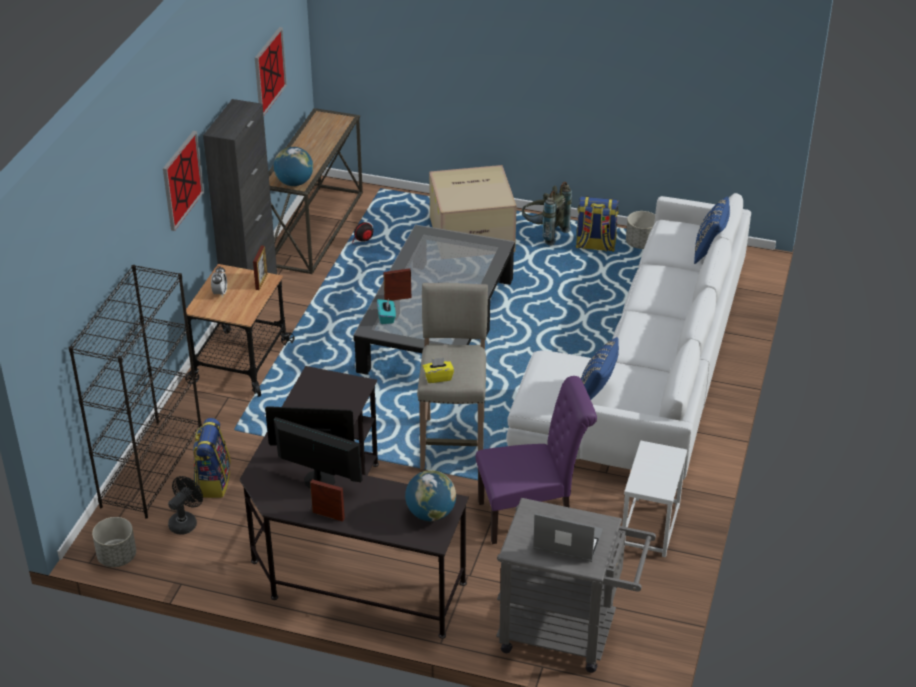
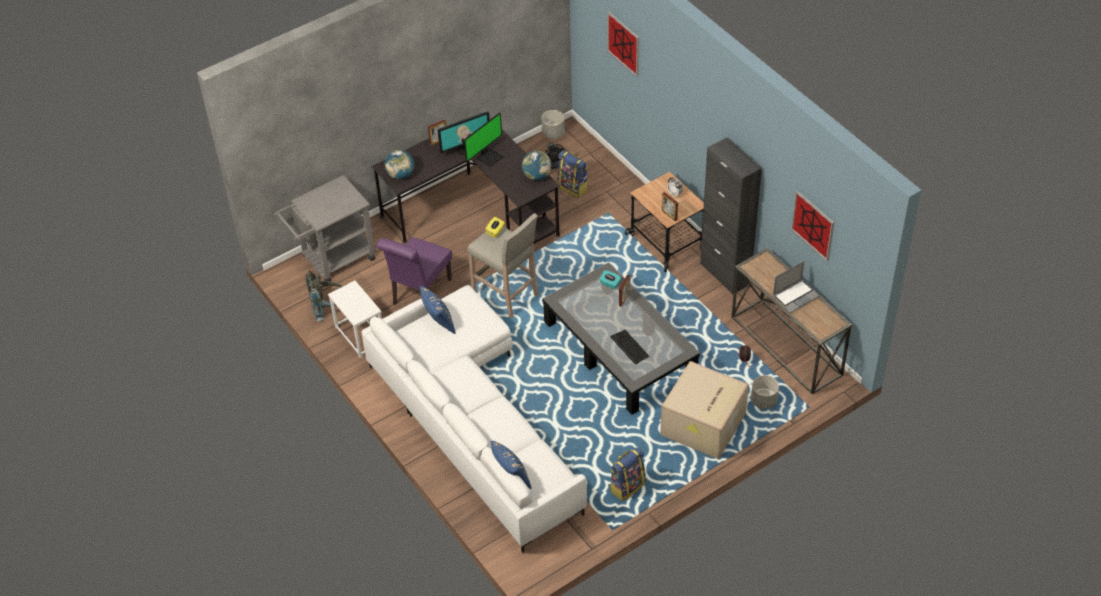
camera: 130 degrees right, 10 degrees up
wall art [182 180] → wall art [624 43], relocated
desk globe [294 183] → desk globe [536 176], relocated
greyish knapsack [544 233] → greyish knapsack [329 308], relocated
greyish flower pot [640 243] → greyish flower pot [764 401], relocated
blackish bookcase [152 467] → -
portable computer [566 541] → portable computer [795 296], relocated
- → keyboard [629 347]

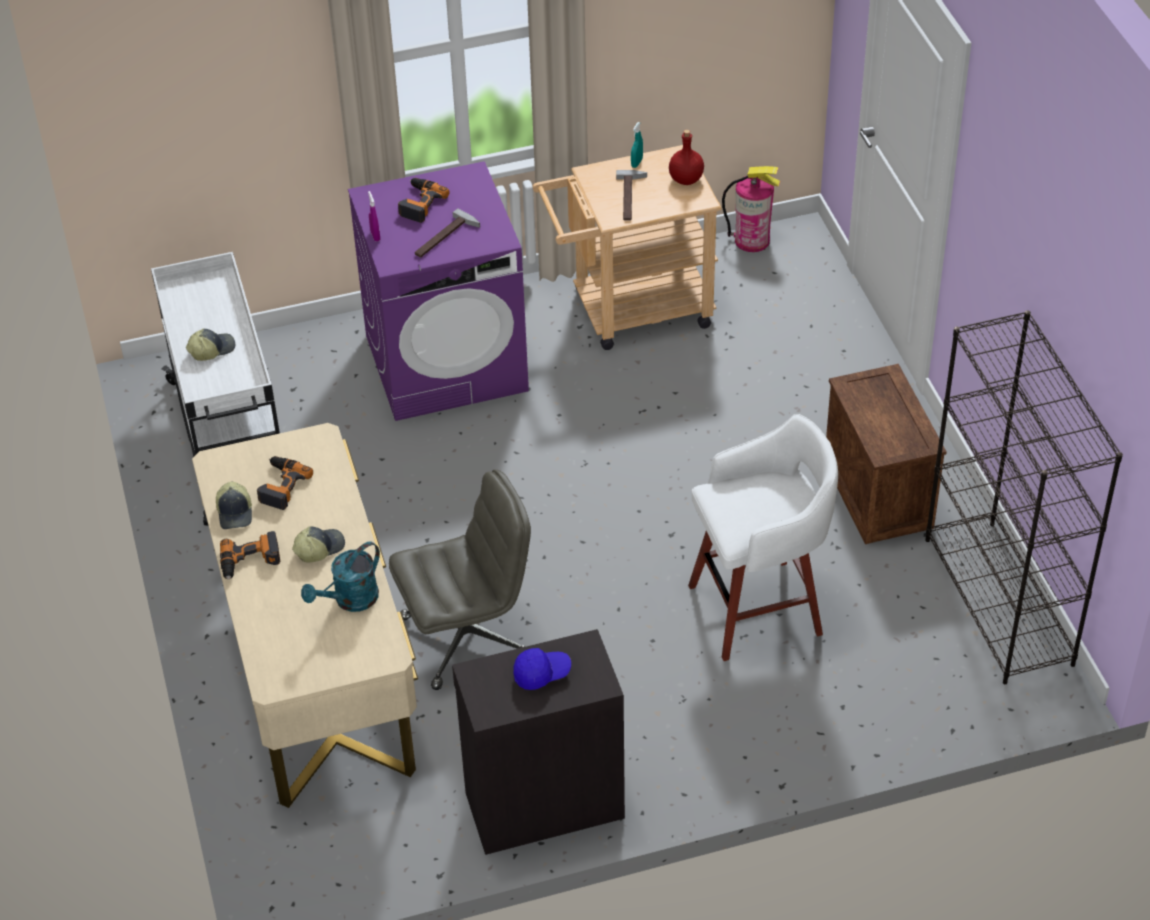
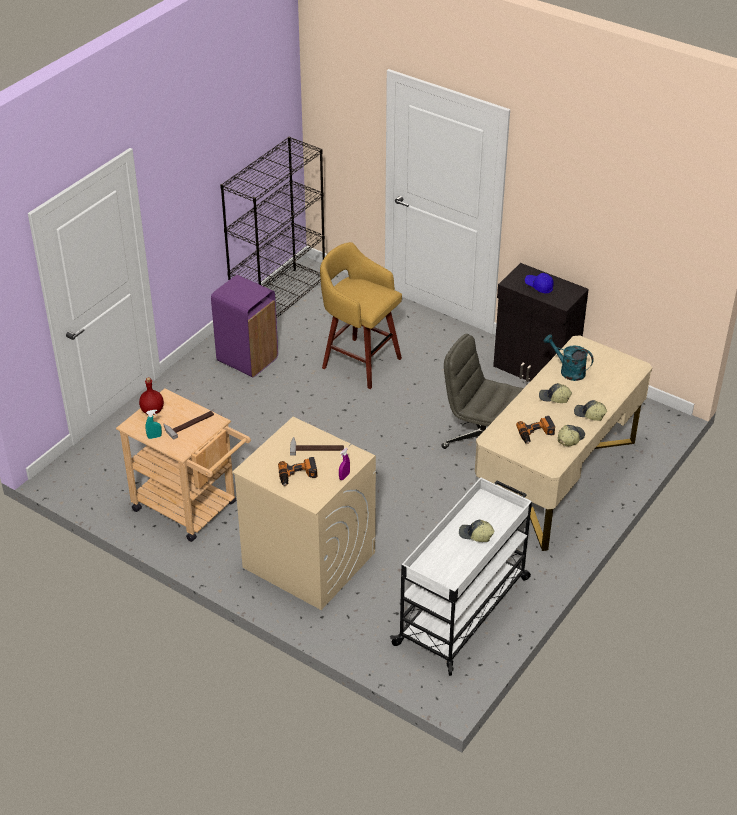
camera: 130 degrees left, 5 degrees down
purple-coloured washing machine [447 362] → sand-coloured washing machine [308 559]
fire-fighting cylinder [752 240] → -
shipping crate [879 495] → purple-coloured trash can [247 359]
whitish sitting stool [760 609] → yellow sitting stool [359 362]
drill [250 561] → peaked cap [589 414]
turquoise-coloured sprinkling can [350 601] → turquoise-coloured sprinkling can [568 371], 150 degrees counterclockwise

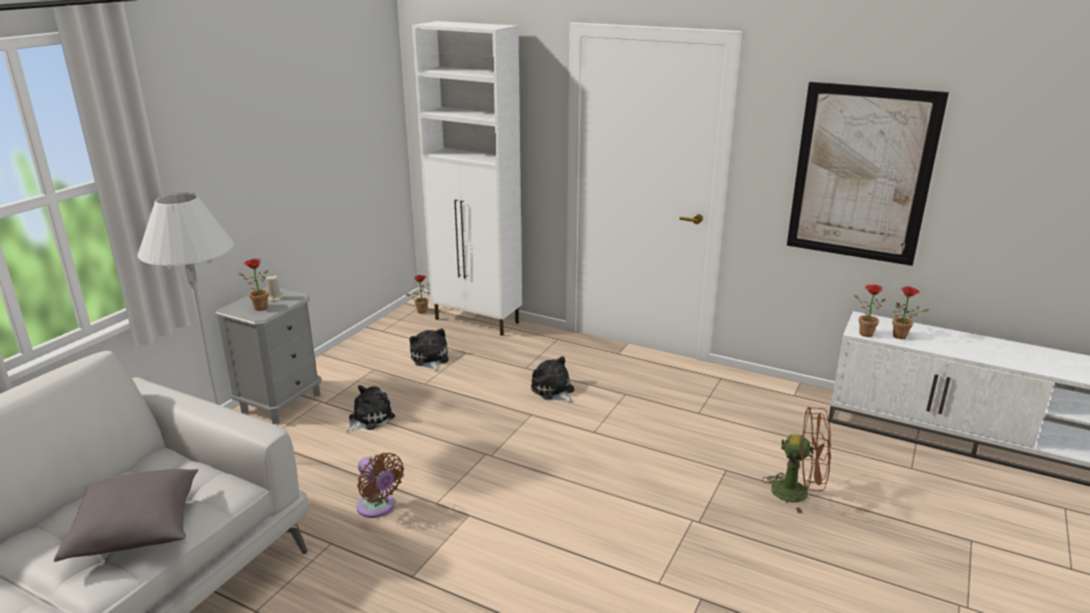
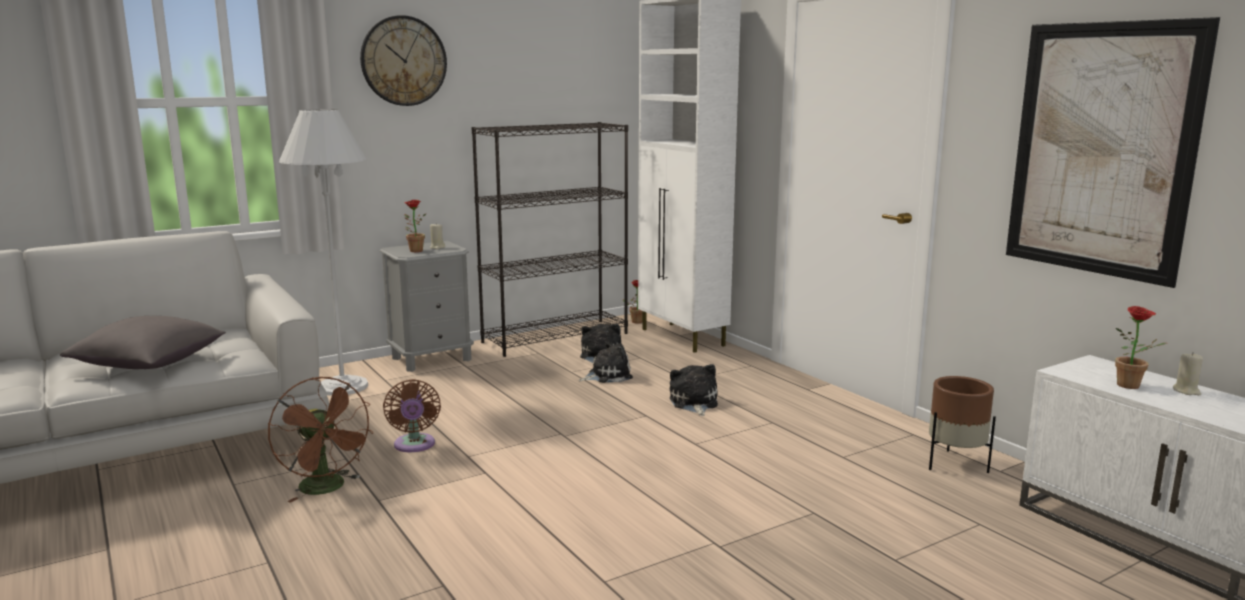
camera: 30 degrees right, 10 degrees down
plant in a pot [863 333] → -
cuddly toy [369 419] → cuddly toy [607 375], relocated
brownish fan [798 493] → brownish fan [327 489], relocated
- → wall clock [403 61]
- → blackish bookcase [556 337]
- → sand-coloured wax light [1186 391]
- → brownish flower pot [955 464]

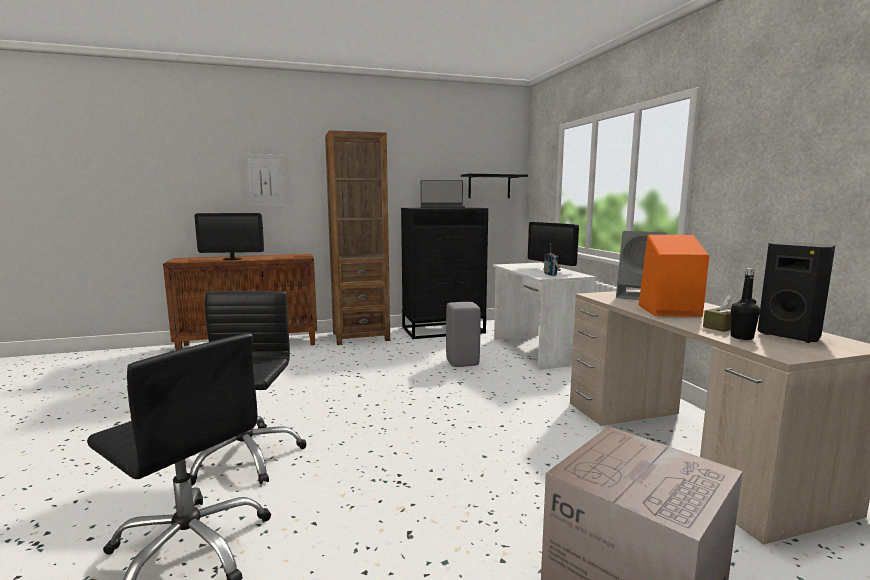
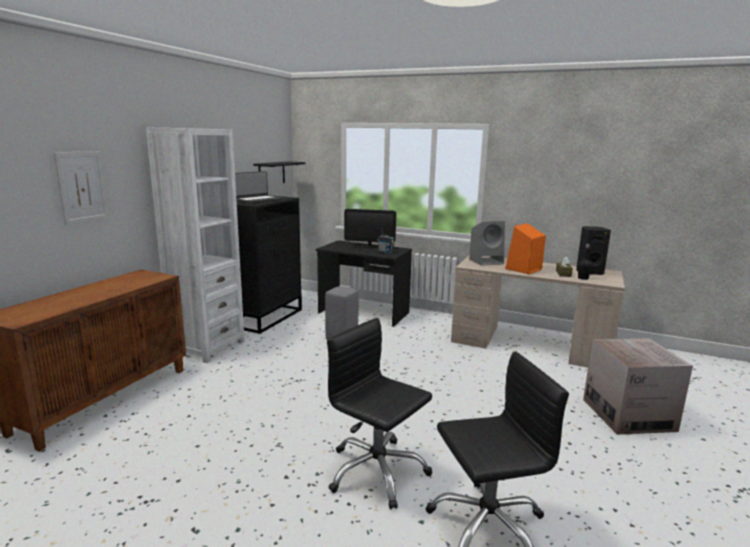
camera: 50 degrees left, 5 degrees up
brownish bookcase [361 336] → whitish bookcase [207 347]
computer screen [232 259] → -
whitish desk table [537 350] → blackish desk table [363 313]

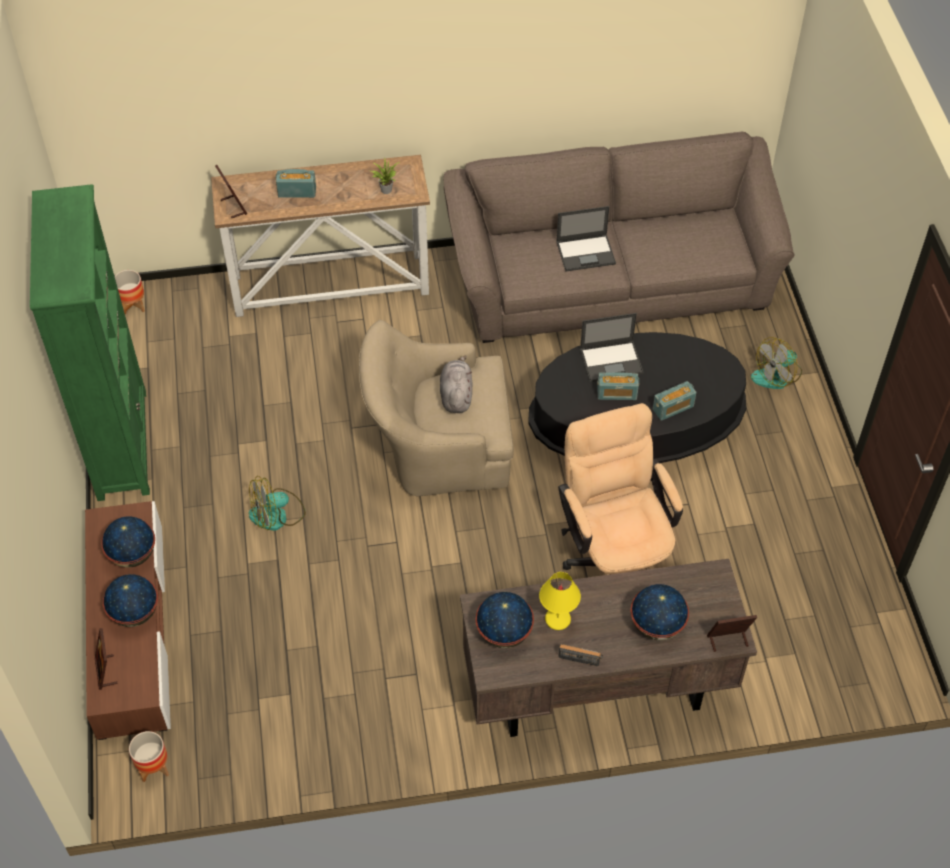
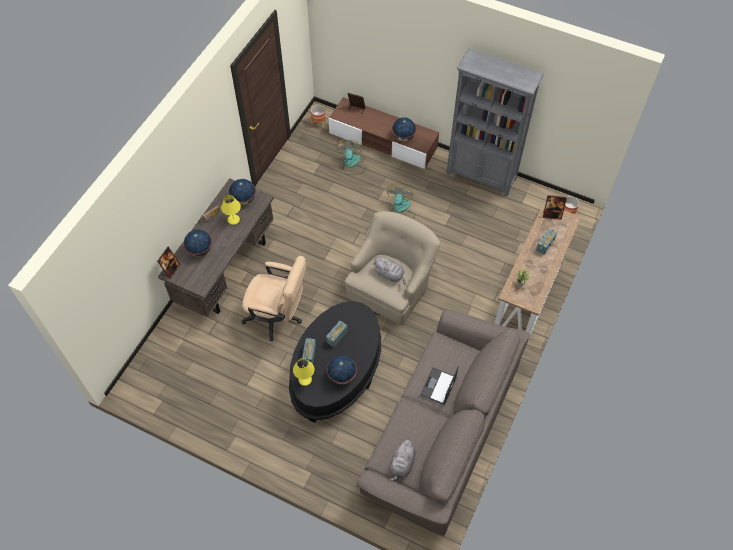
camera: 125 degrees right, 5 degrees up
green bookcase [122 443] → greyish bookcase [481 176]
portable computer [612 361] → -
fan [777 375] → fan [351 164], relocated
desk globe [135 613] → desk globe [342 376], relocated
- → yellow table lamp [304 379]
- → greyish cuddly toy [402 464]

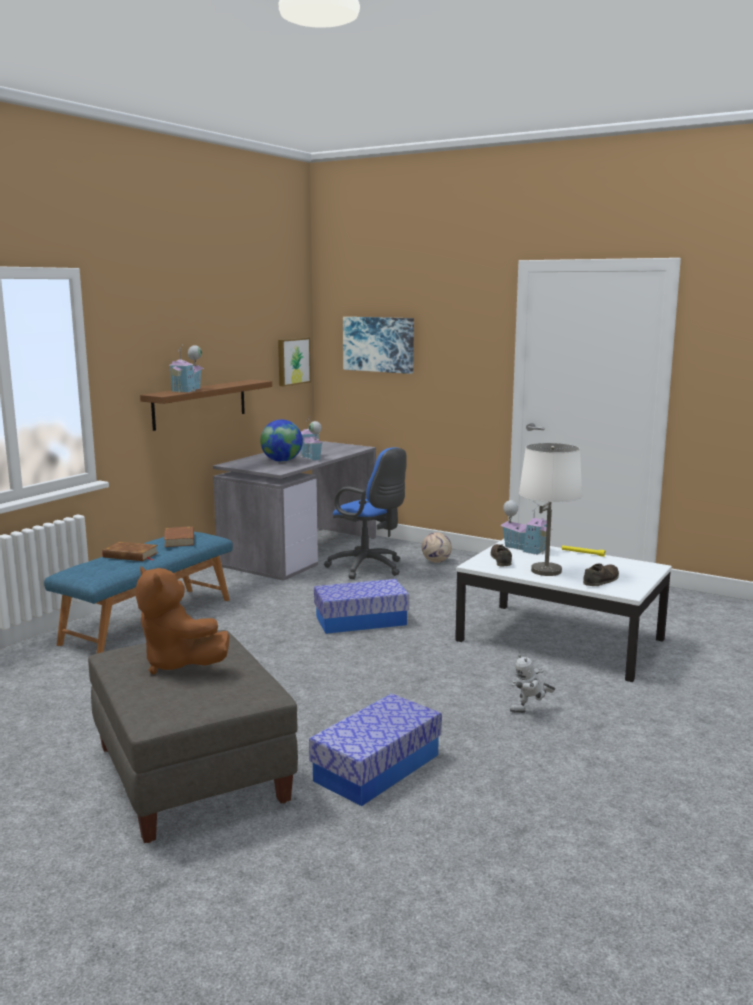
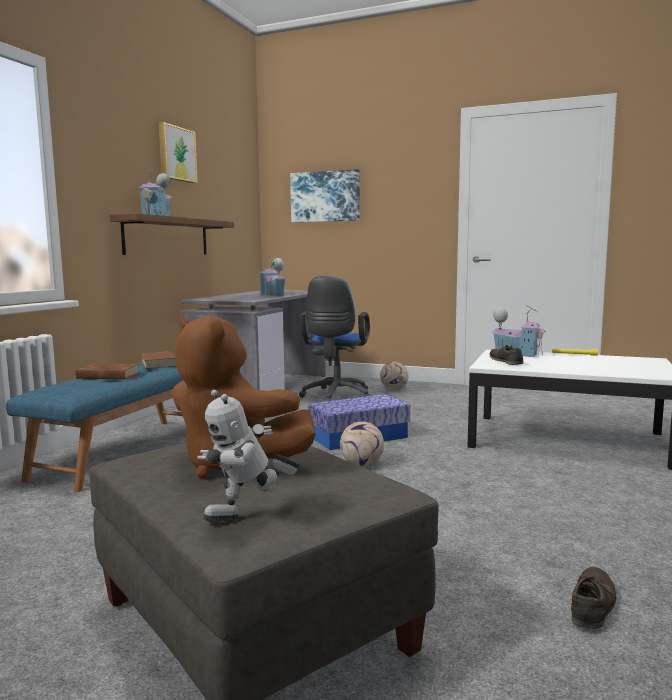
camera: 10 degrees left, 5 degrees down
wall art [292 361] → wall art [176 154], relocated
desk globe [282 461] → -
whitish table lamp [546 571] → -
bluish office chair [369 568] → bluish office chair [335 397], 75 degrees clockwise
brownish item of footwear [601 580] → brownish item of footwear [591 604], relocated
toy robot [530 712] → toy robot [248 517], relocated
storage bin [377 768] → -
- → football ball [361 464]

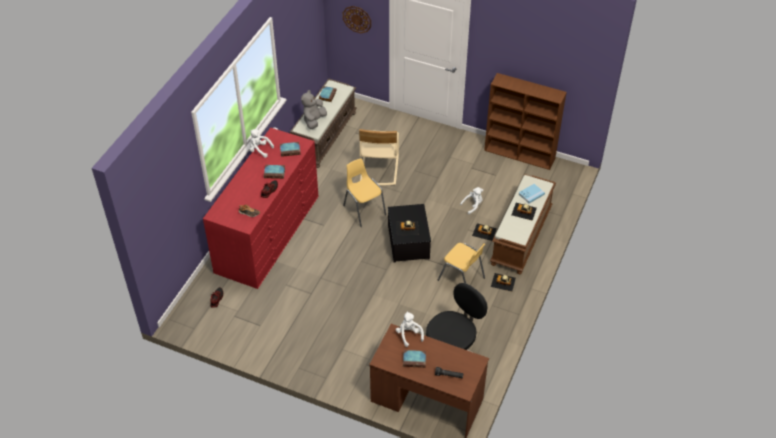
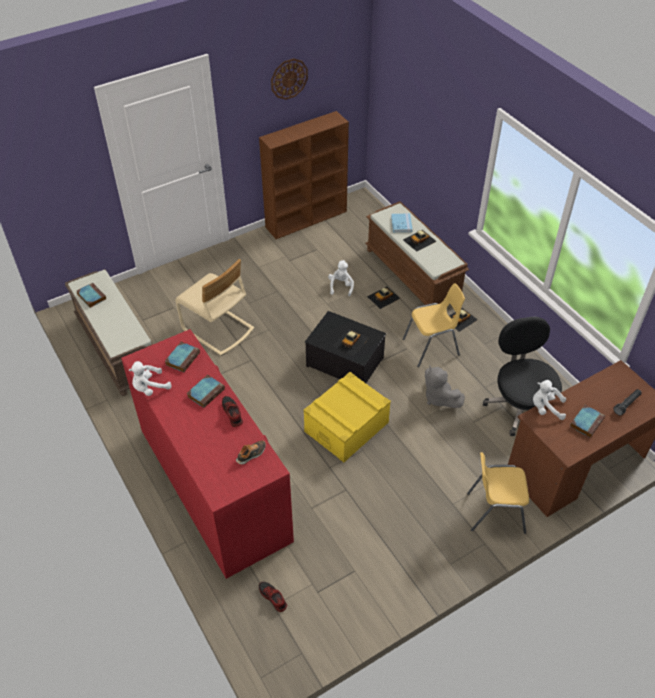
camera: 55 degrees left, 0 degrees up
wall clock [357 19] → wall clock [289 78], relocated
greyish cuddly toy [314 121] → greyish cuddly toy [439 398], relocated
yellow upright chair [364 210] → yellow upright chair [495 512], relocated
- → yellow storage bin [346 427]

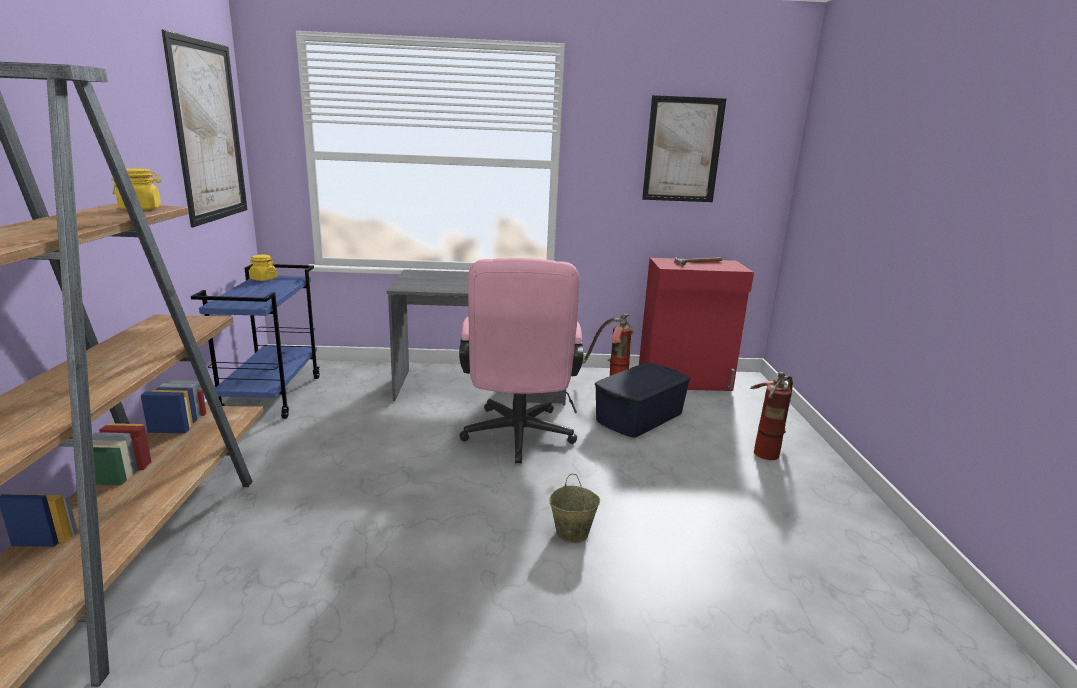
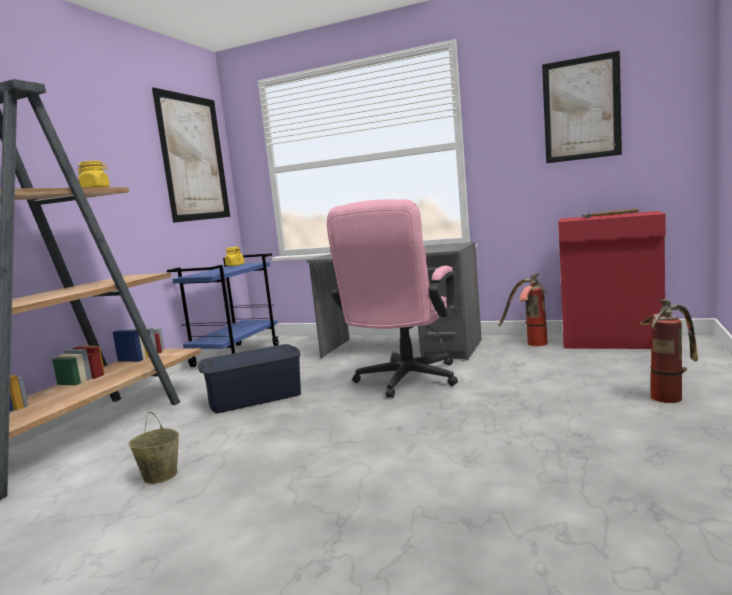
camera: 25 degrees right, 10 degrees down
bluish storage bin [639 417] → bluish storage bin [254 396], relocated
sand-coloured bucket [571 533] → sand-coloured bucket [159 475], relocated

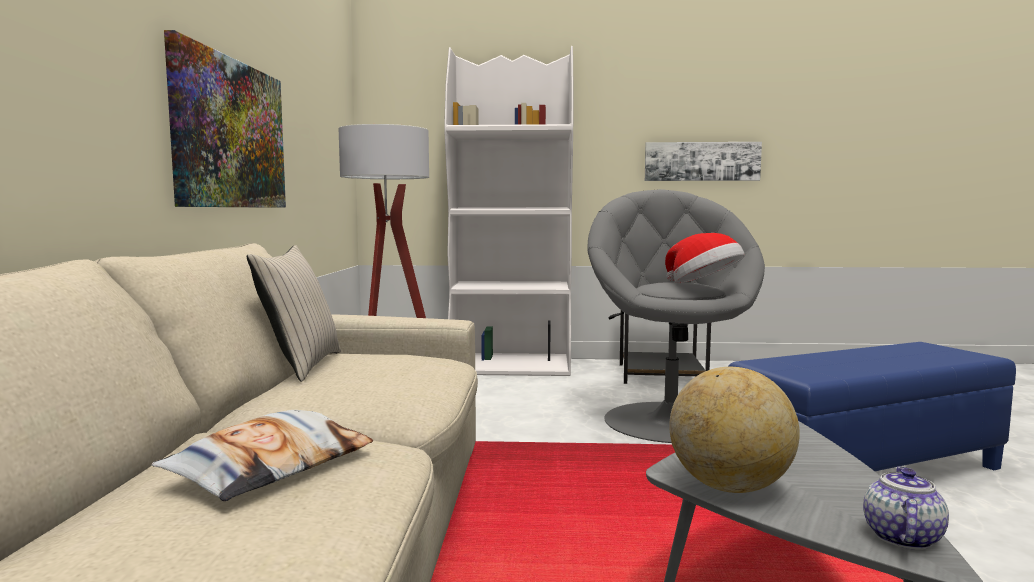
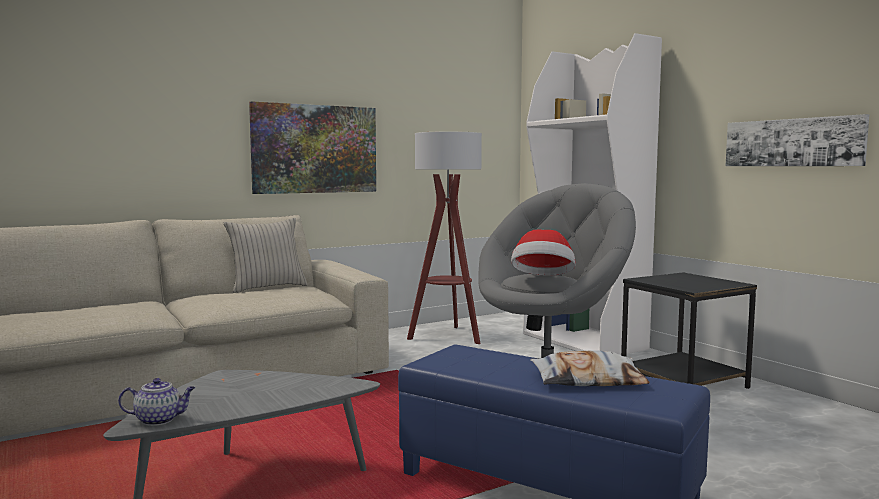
camera: 55 degrees right, 0 degrees up
desk globe [730 487] → -
cushion [272 467] → cushion [588 380], relocated

